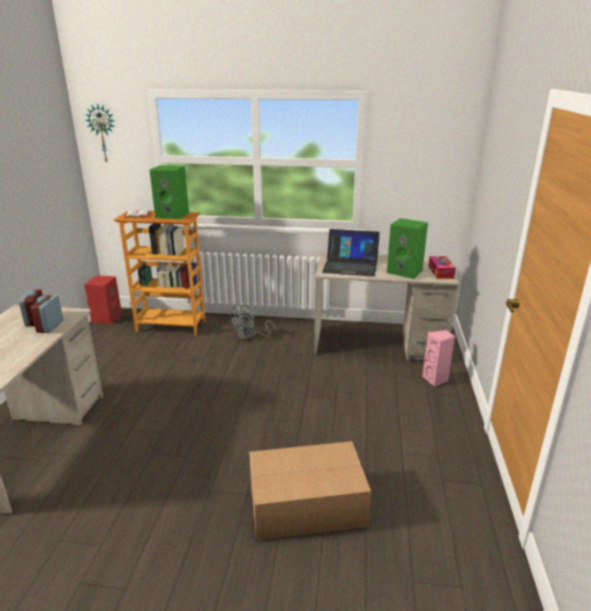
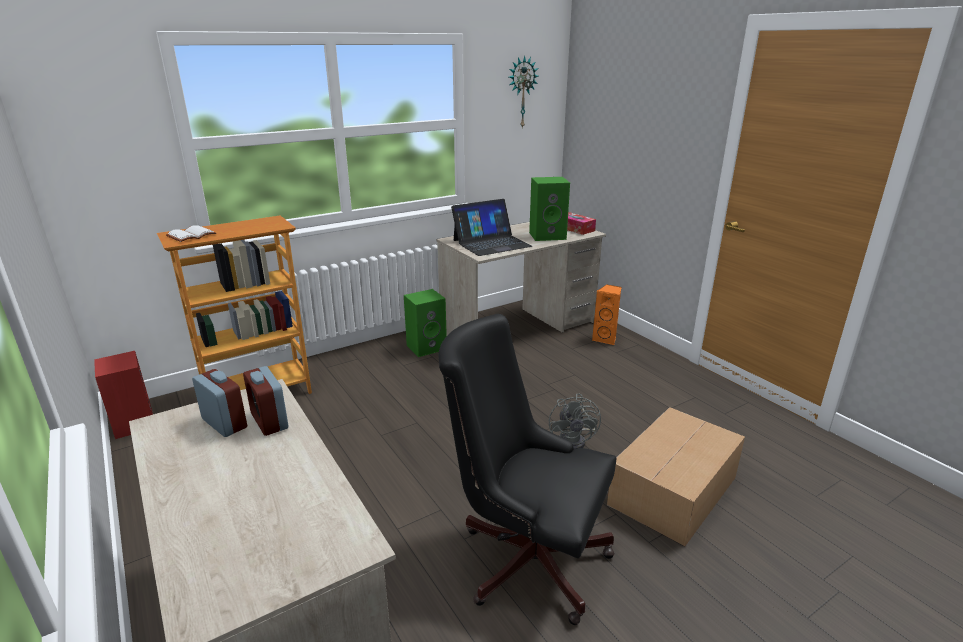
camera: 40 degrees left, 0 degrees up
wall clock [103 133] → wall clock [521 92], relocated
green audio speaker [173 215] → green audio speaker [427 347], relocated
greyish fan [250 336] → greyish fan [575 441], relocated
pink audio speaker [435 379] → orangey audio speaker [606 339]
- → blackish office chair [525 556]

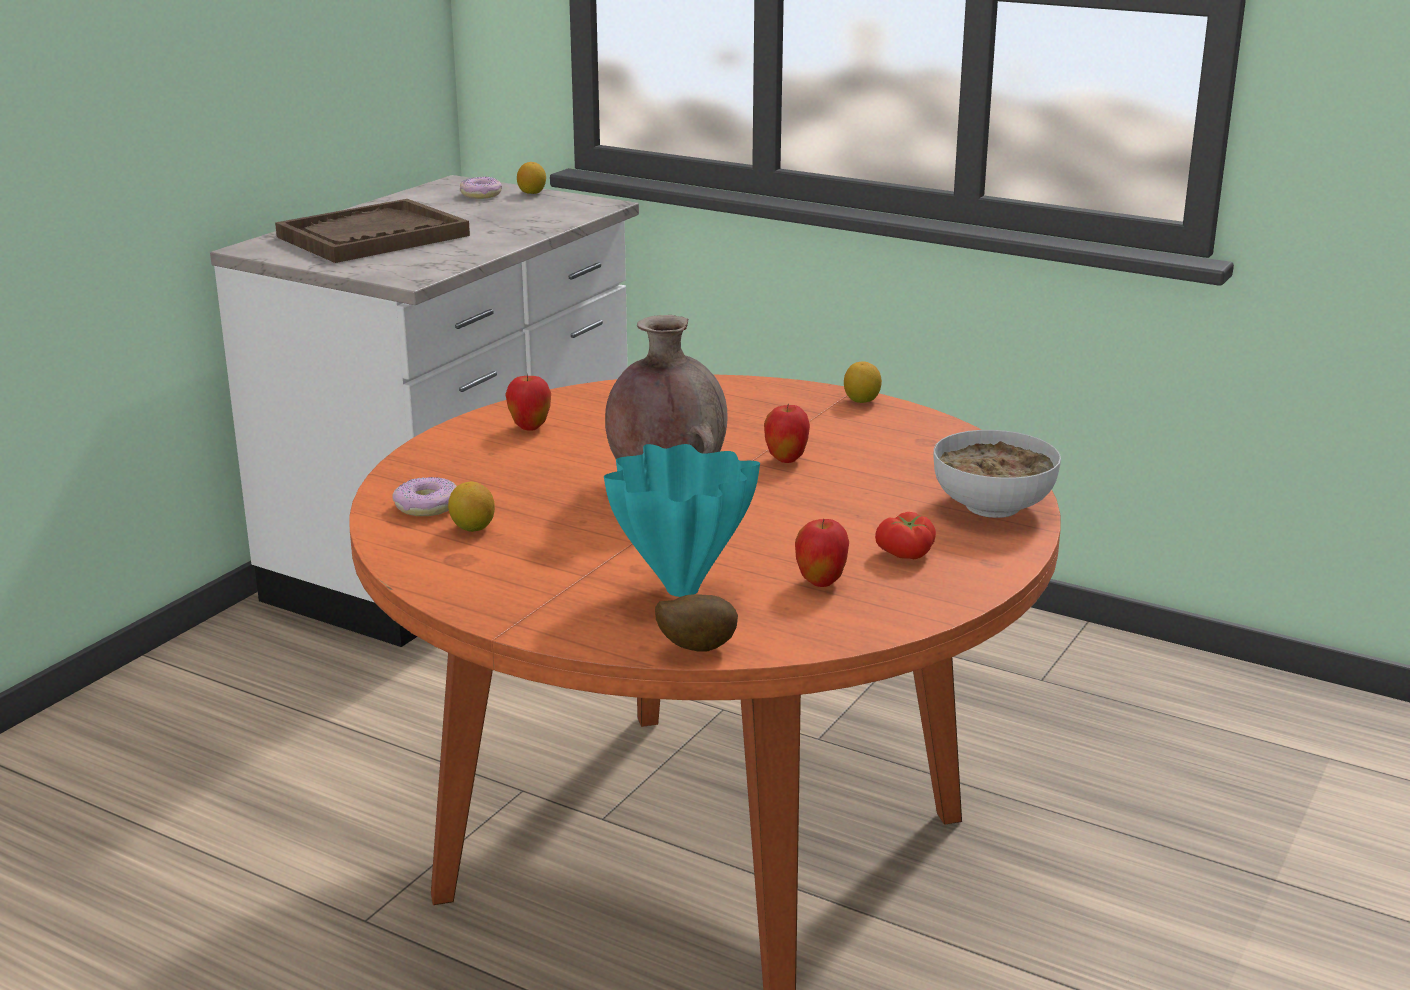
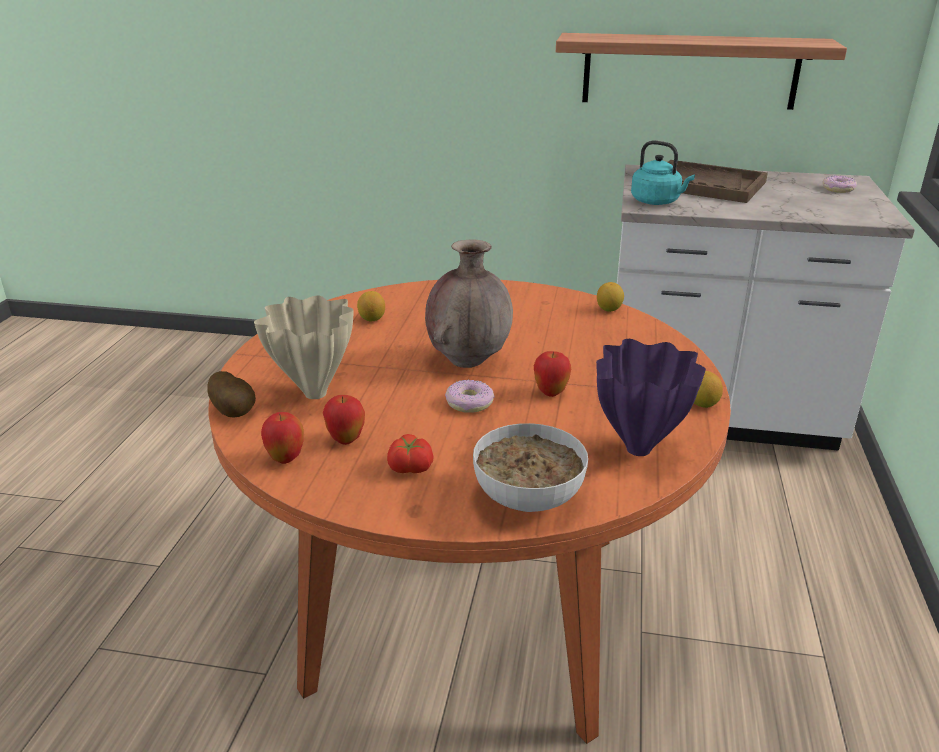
camera: 70 degrees right, 5 degrees up
citrus fruit [532 193] → citrus fruit [609 309], relocated
apple [529 427] → apple [286 459], relocated
turquoise-coloured vase [679 590] → sand-coloured vase [314 393]
doughnut [427 506] → doughnut [469 403], relocated
- → wall shelf [689 71]
- → turquoise-coloured water kettle [657 202]
- → purple-coloured vase [640 449]

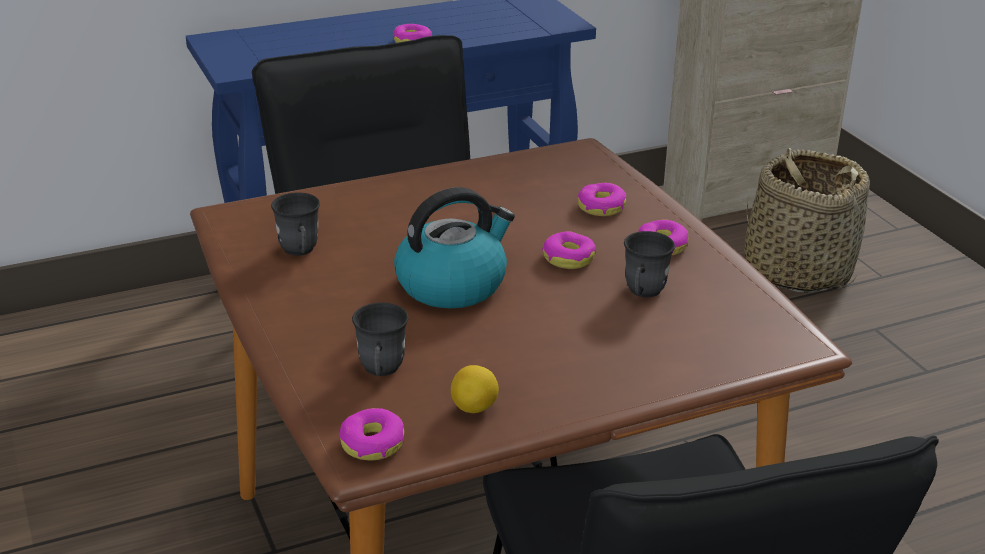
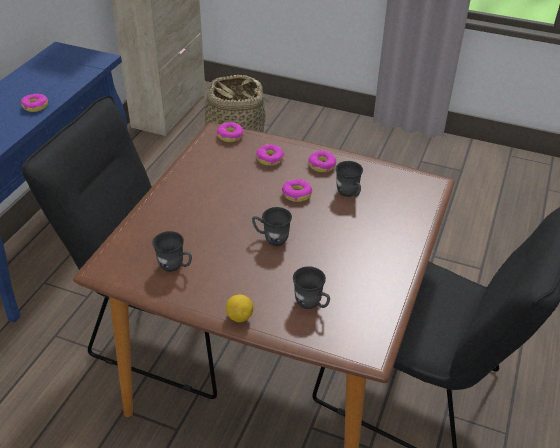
camera: 45 degrees left, 10 degrees up
water kettle [452 284] → greyish coffee mug [271 238]
citrus fruit [475 408] → citrus fruit [239 317], relocated
doughnut [372 444] → doughnut [230 136], relocated

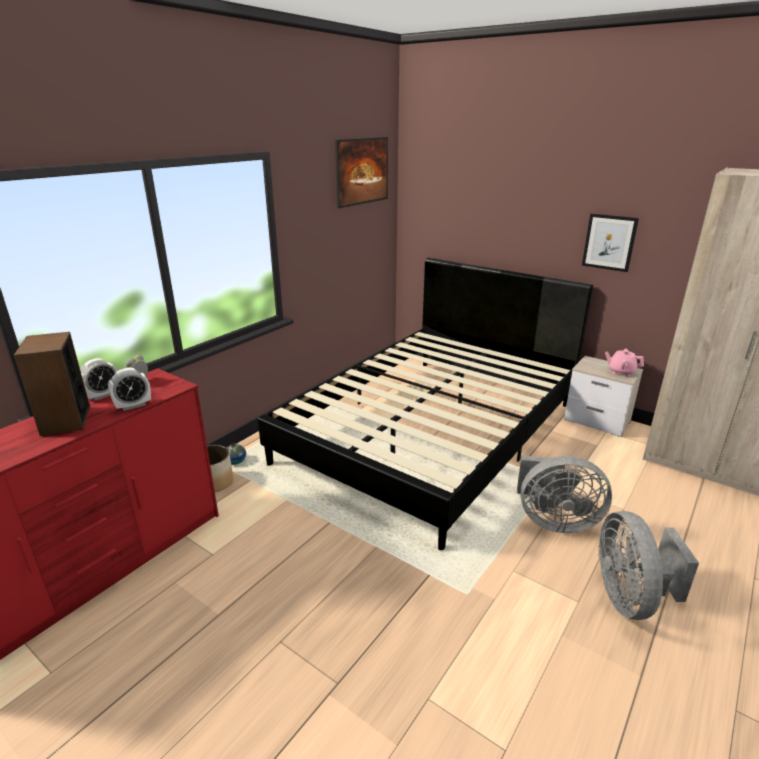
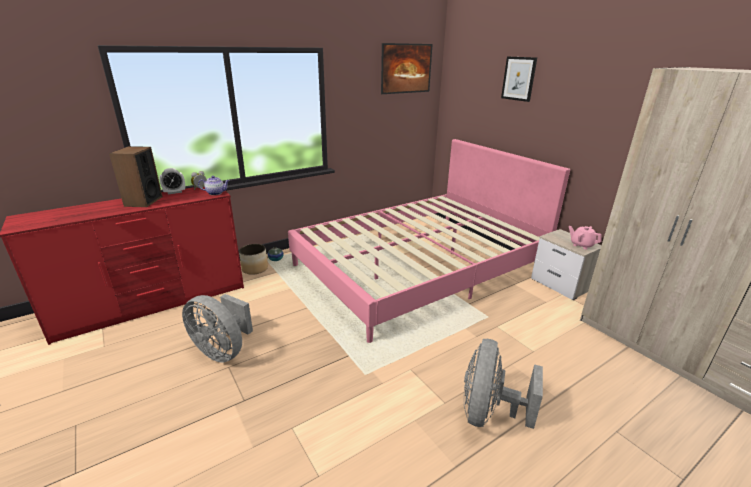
camera: 20 degrees right, 0 degrees up
wall art [609 242] → wall art [518 78], relocated
blackish bed [432 431] → pink bed [419 267]
alarm clock [133 406] → -
greyish fan [554 521] → greyish fan [223 350], relocated
- → teapot [216 193]

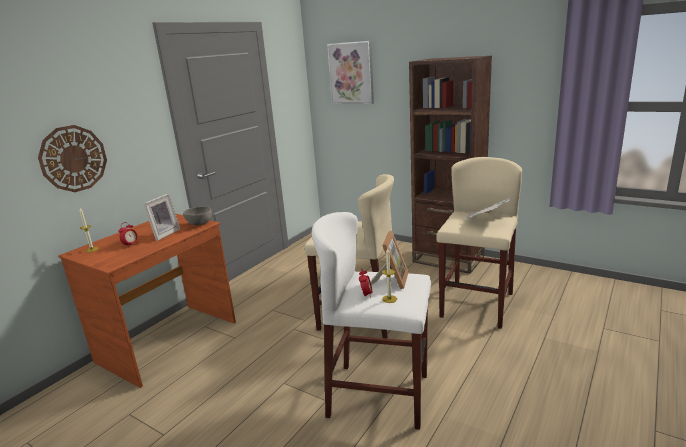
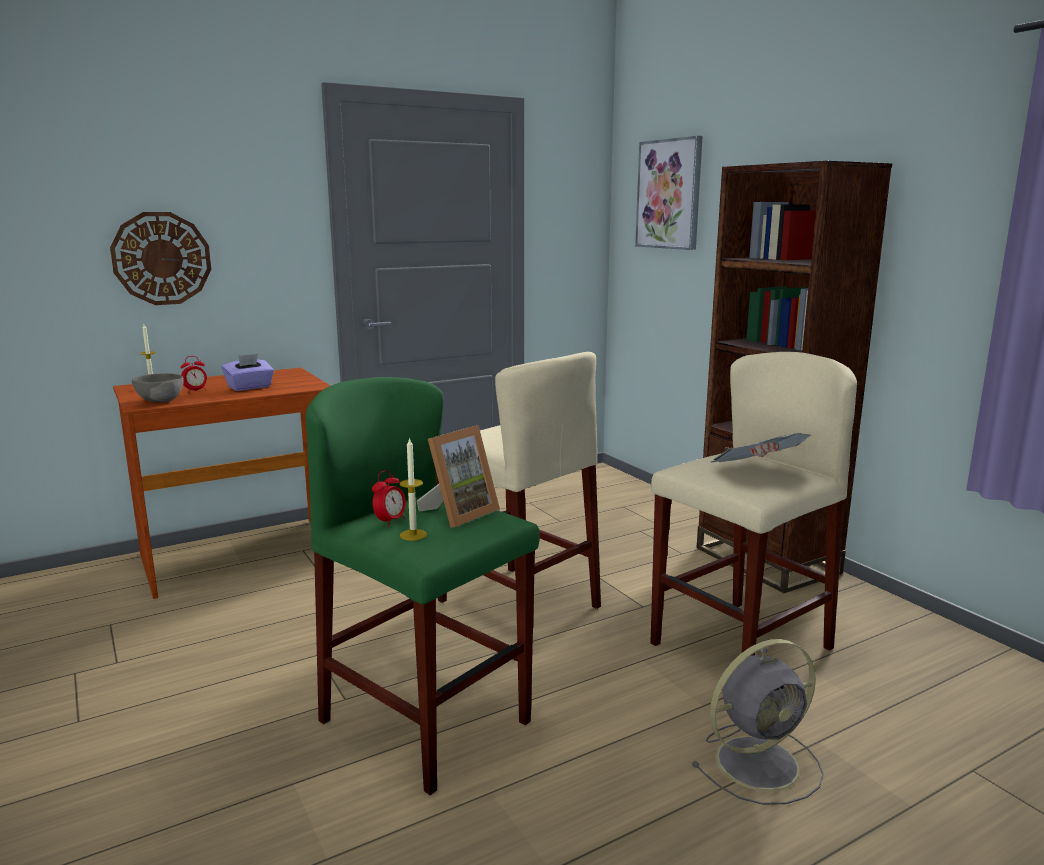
camera: 25 degrees right, 5 degrees down
standing frame [164 234] → purple-coloured box of tissues [250 387]
greyish bowl [200 224] → greyish bowl [160 401], relocated
whitish sitting stool [379 395] → green sitting stool [425 721]
- → greyish fan [760 762]

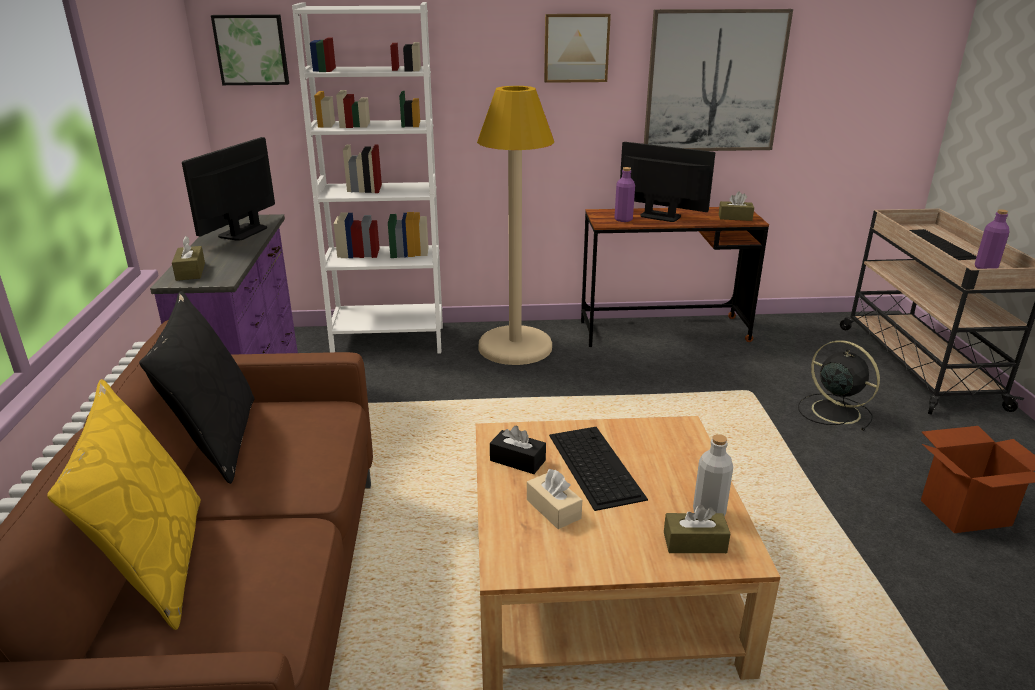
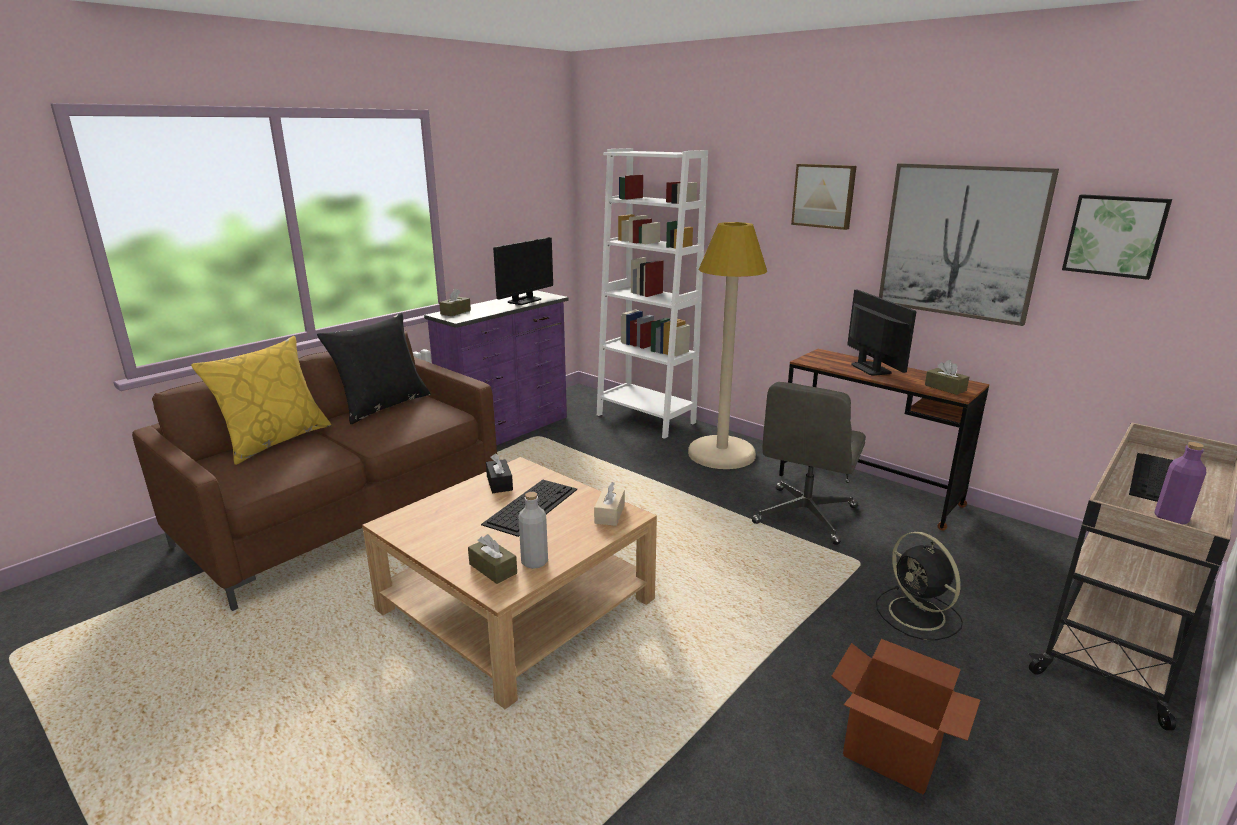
camera: 45 degrees right, 5 degrees down
wall art [252 49] → wall art [1115 235], relocated
computer screen [243 232] → computer screen [524 300], 150 degrees clockwise
purple-coloured beverage bottle [623 219] → -
blackish fan [833 411] → blackish fan [918 615], 150 degrees clockwise
sand-coloured box of tissues [553 509] → sand-coloured box of tissues [609 514], relocated
- → greyish office chair [805 516]

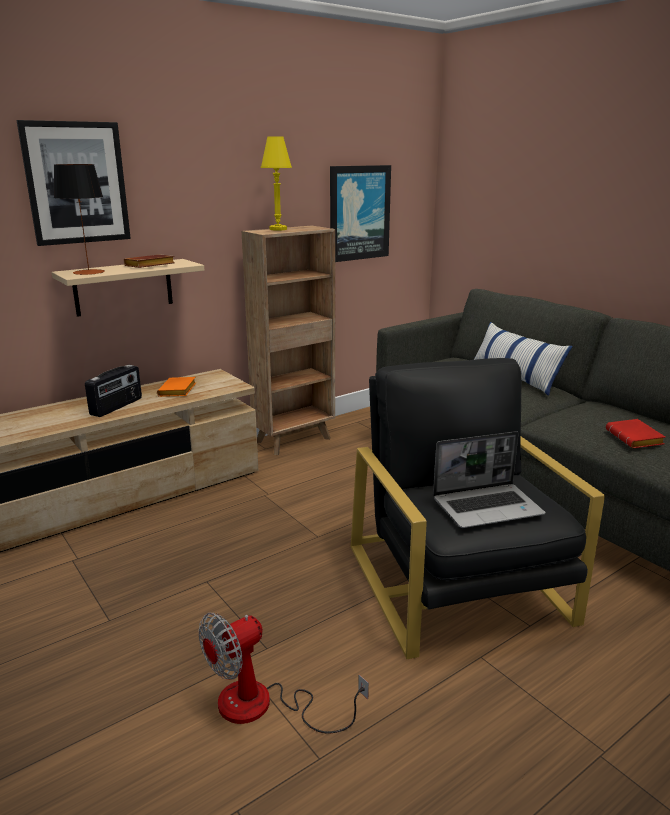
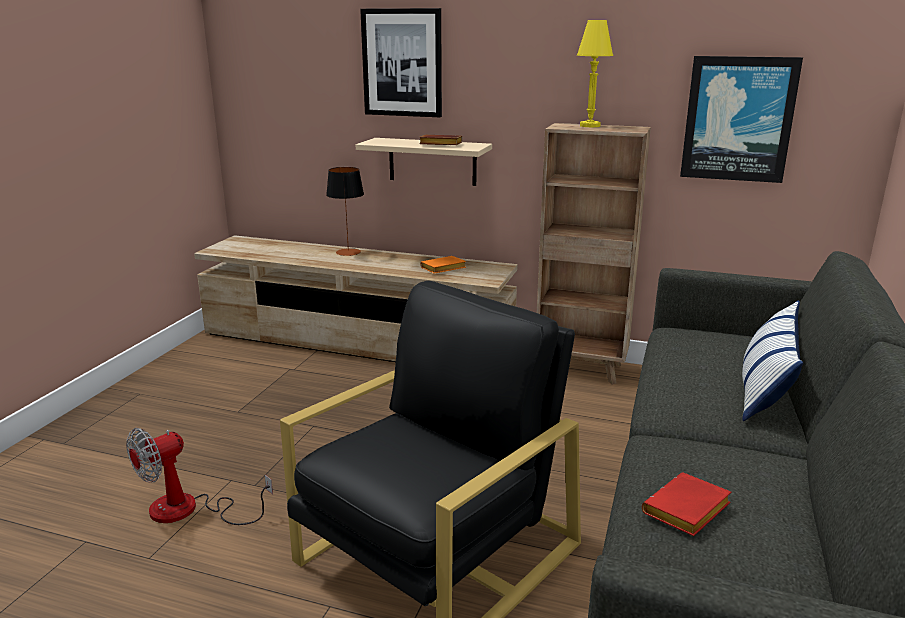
camera: 55 degrees right, 0 degrees up
table lamp [89 272] → table lamp [348 252], relocated
radio [117 407] → -
portable computer [488 507] → -
fan [263 706] → fan [189 510], 60 degrees counterclockwise

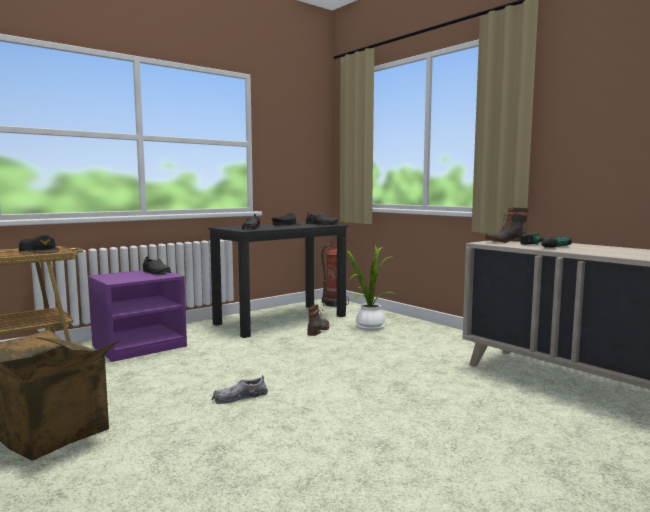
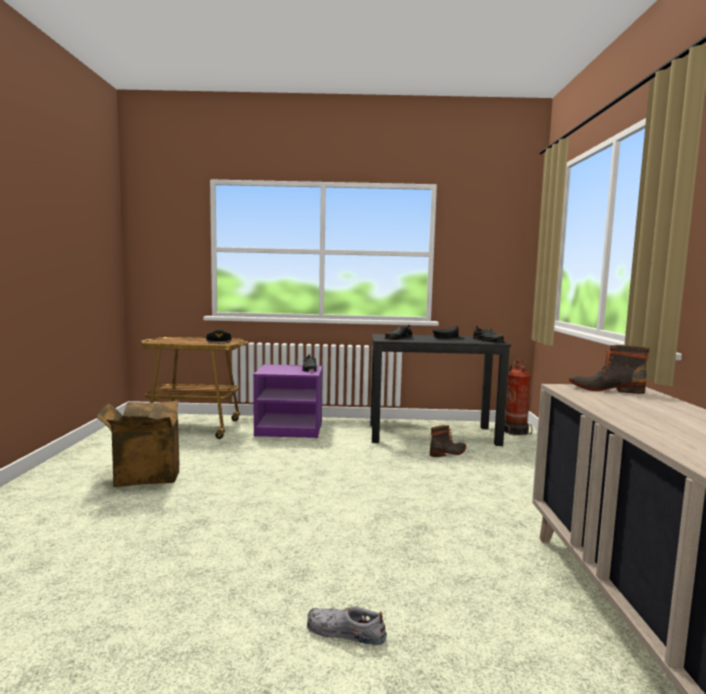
camera: 40 degrees right, 0 degrees up
drill [537 246] → -
plant in a pot [367 326] → -
greyish item of footwear [239 397] → greyish item of footwear [344 631], relocated

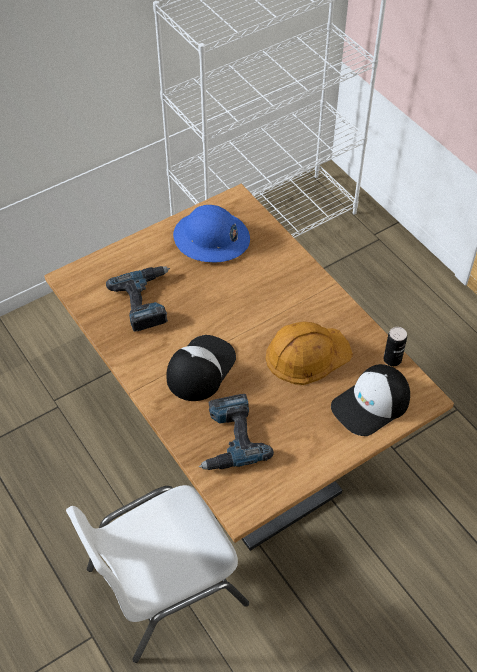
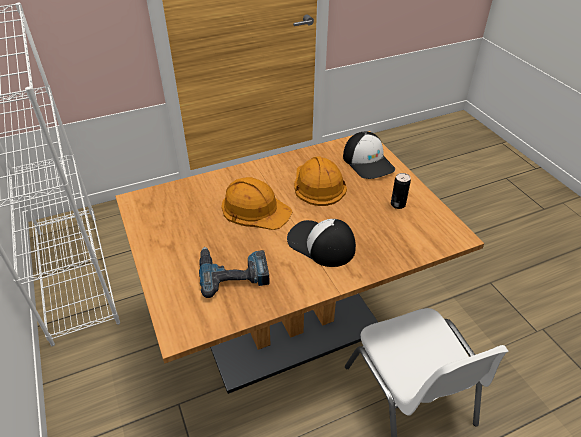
camera: 80 degrees left, 10 degrees down
bluish hard hat [211 239] → -
sealed can [392 359] → sealed can [398 204], relocated
drill [229 438] → -
- → orangey hard hat [255 209]

